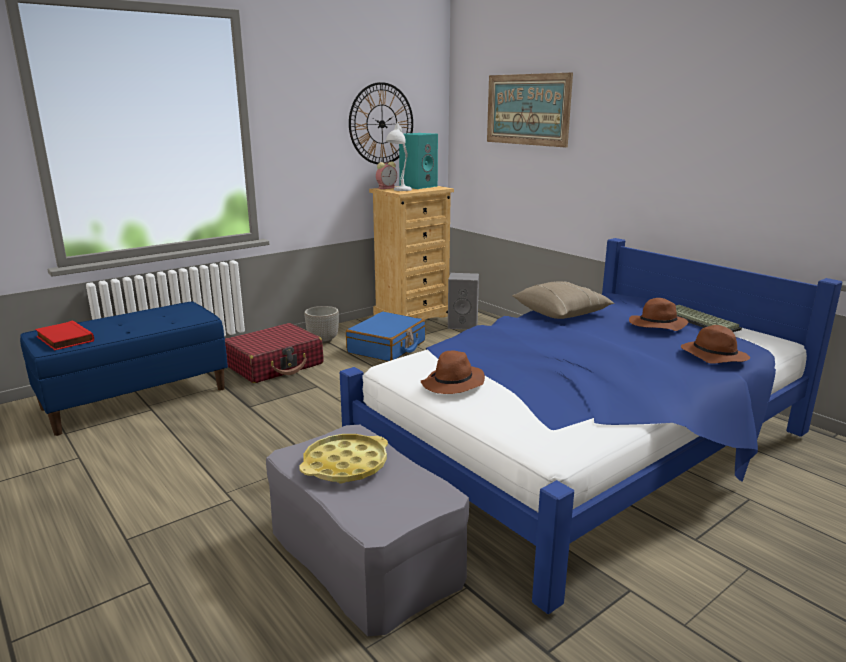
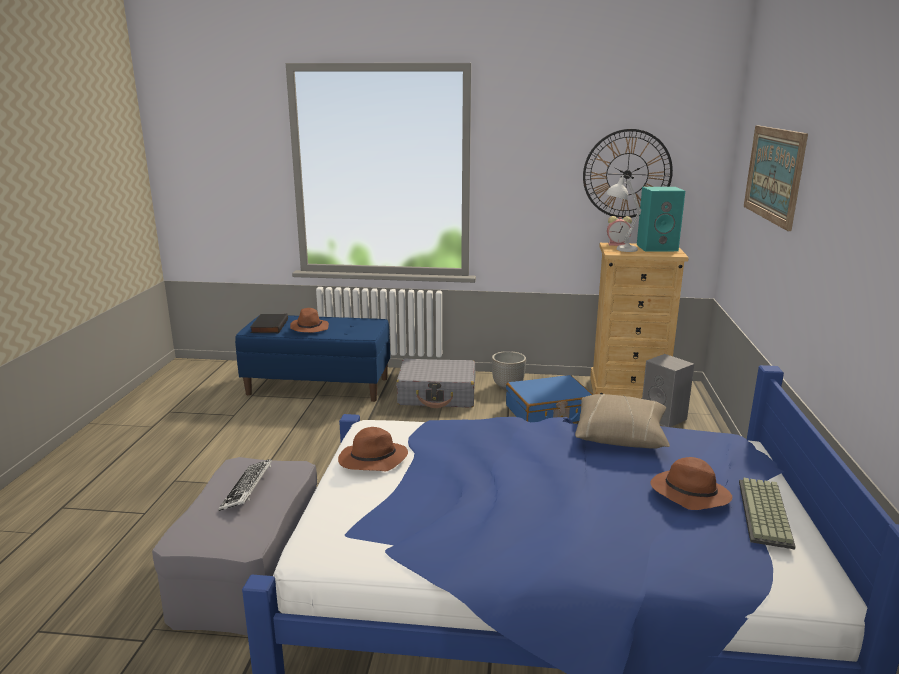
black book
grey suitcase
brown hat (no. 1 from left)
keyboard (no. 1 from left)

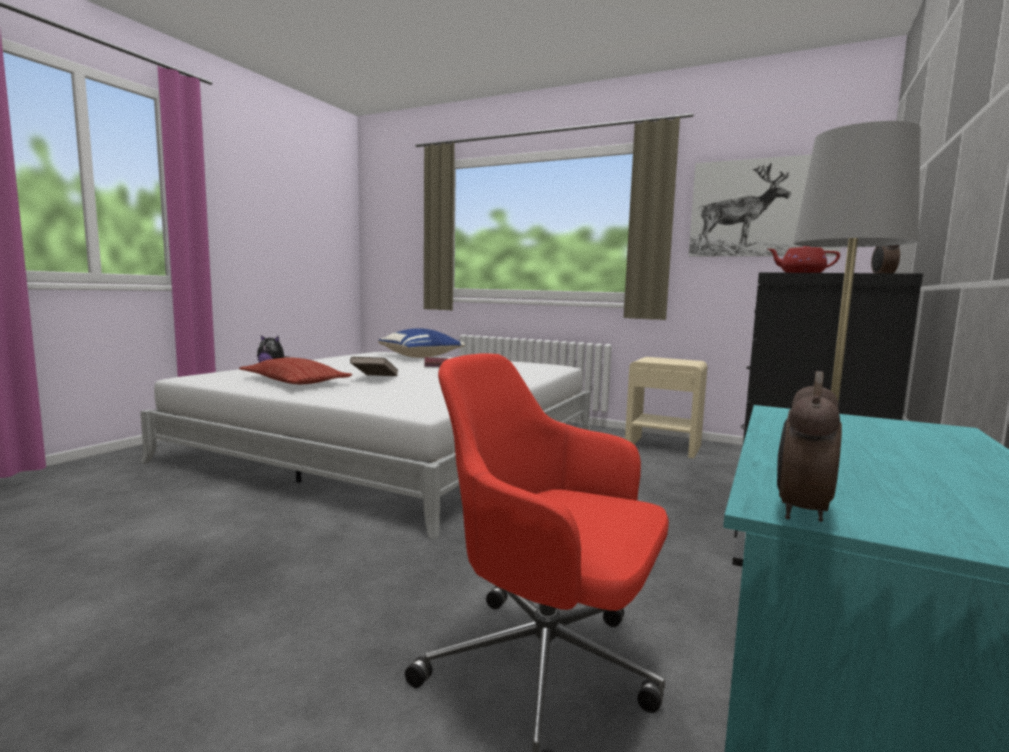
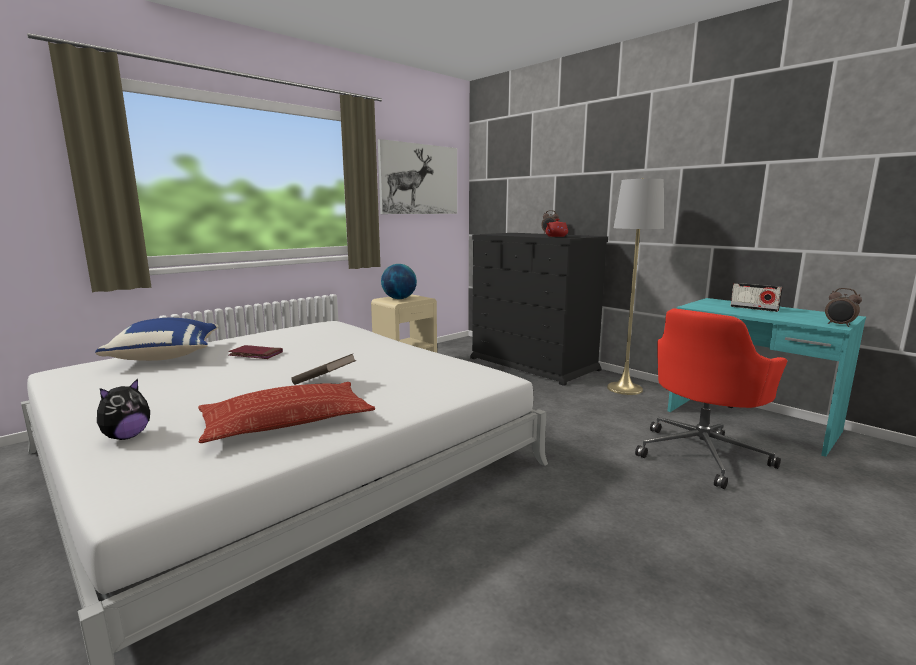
globe
radio

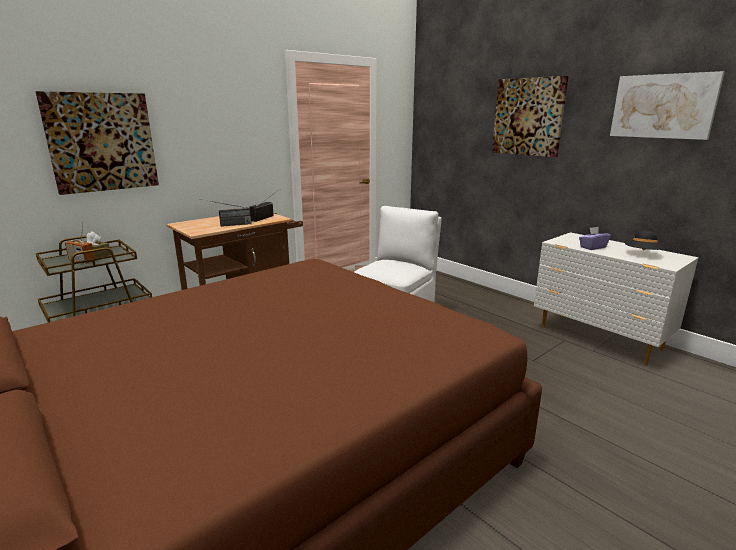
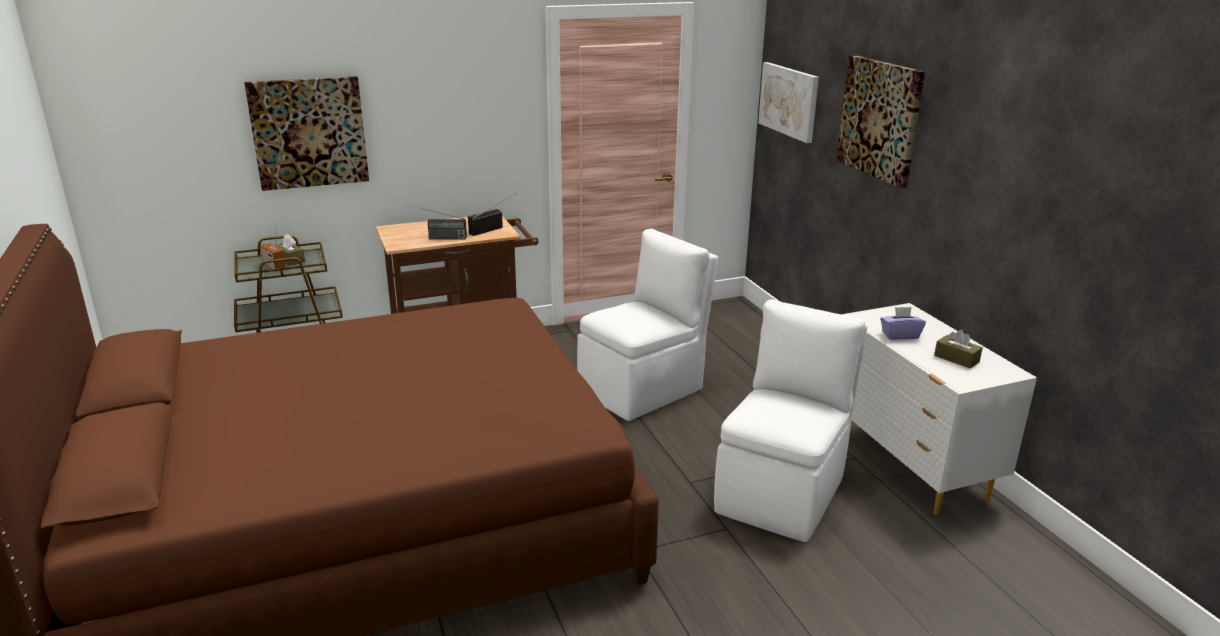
picture (no. 2 from left)
brown tissue box (no. 2 from left)
white chair (no. 2 from left)

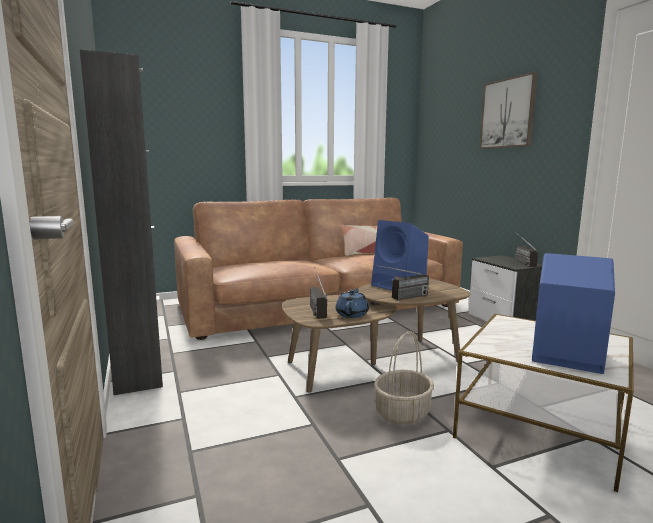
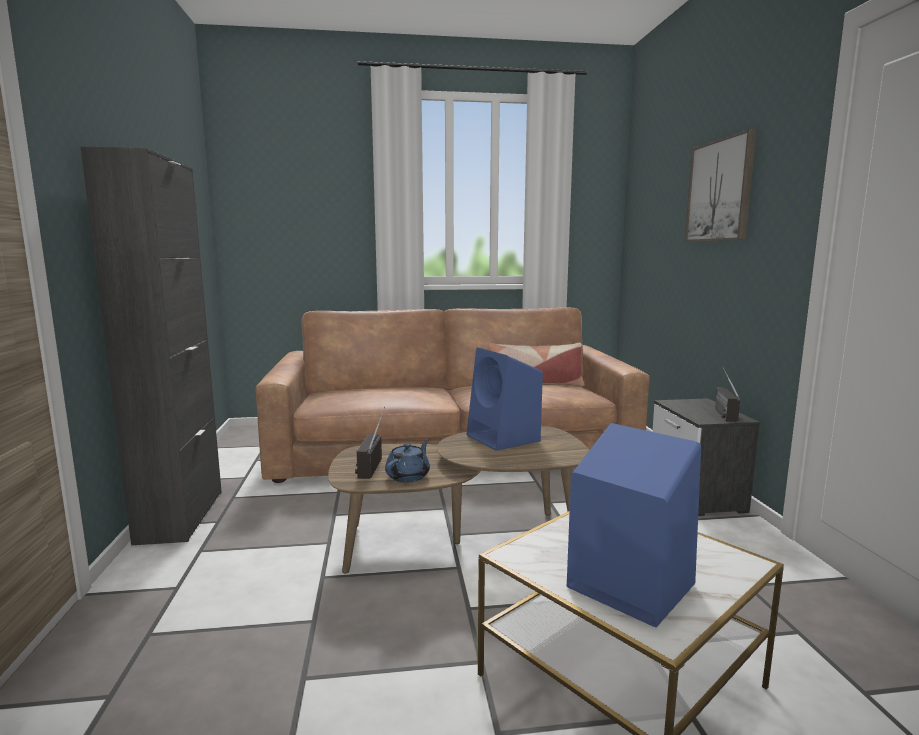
radio (no. 2 from left in the first image)
basket

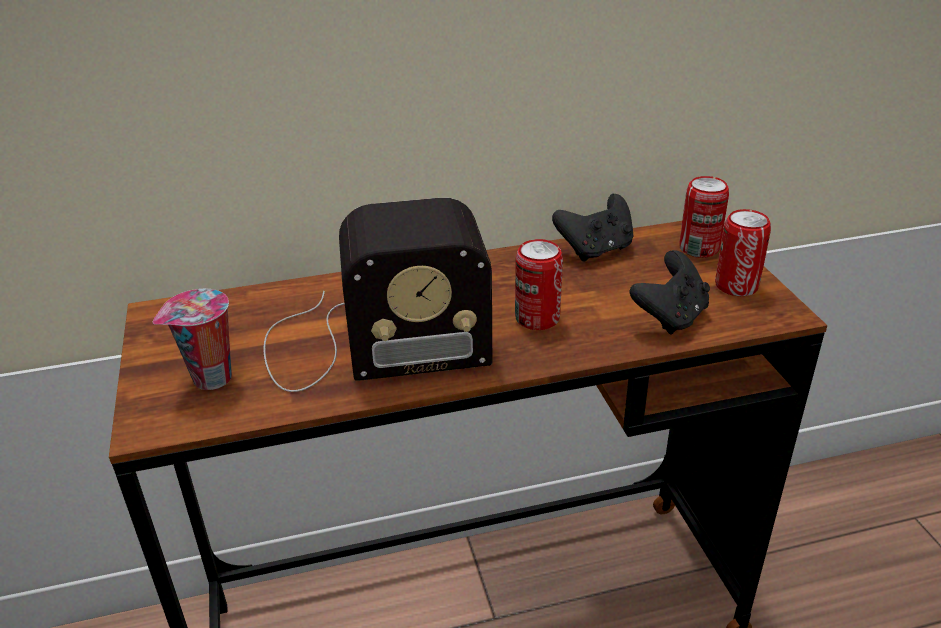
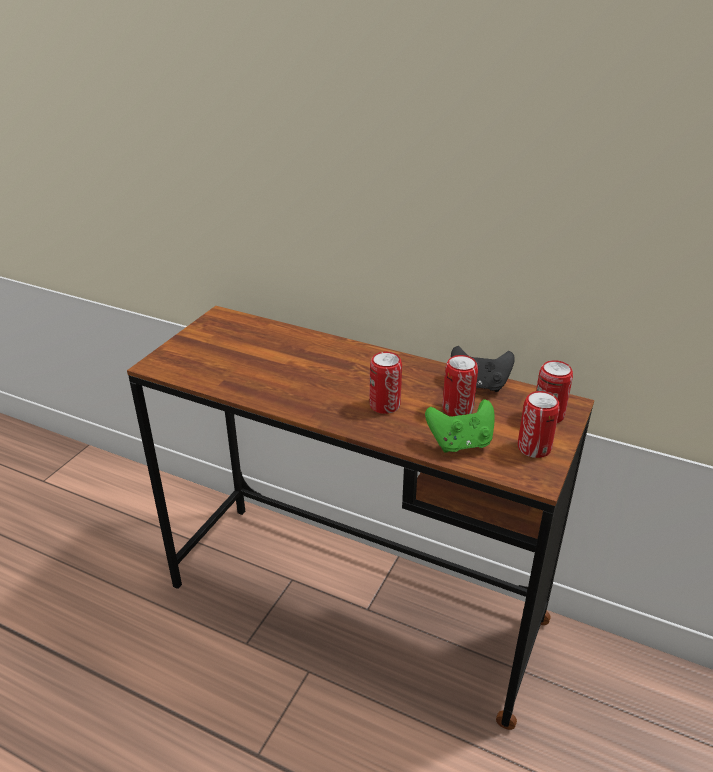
radio
green game controller
cup
can (no. 2 from left)

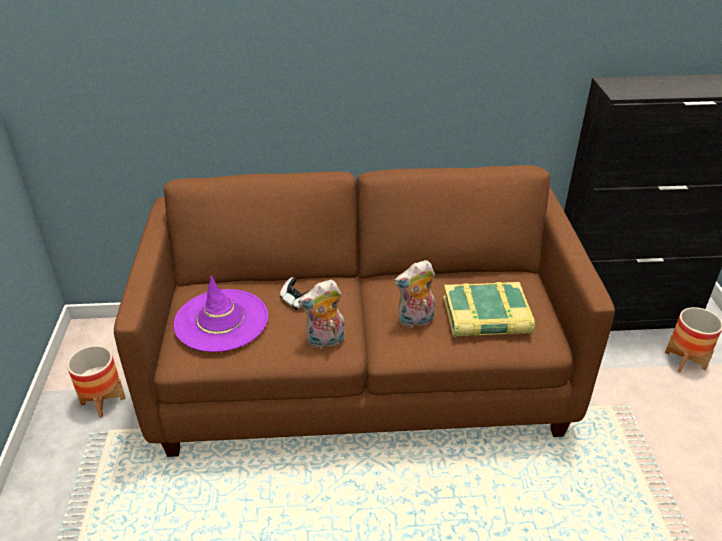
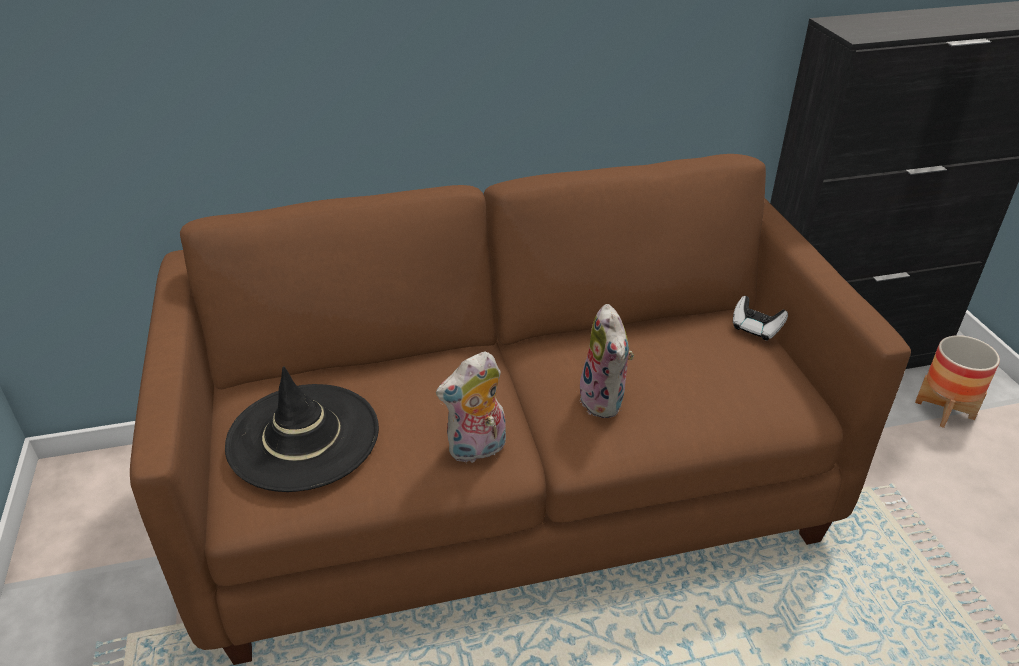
plush toy (no. 2 from left)
black hat
game controller
book
planter (no. 1 from left in the first image)

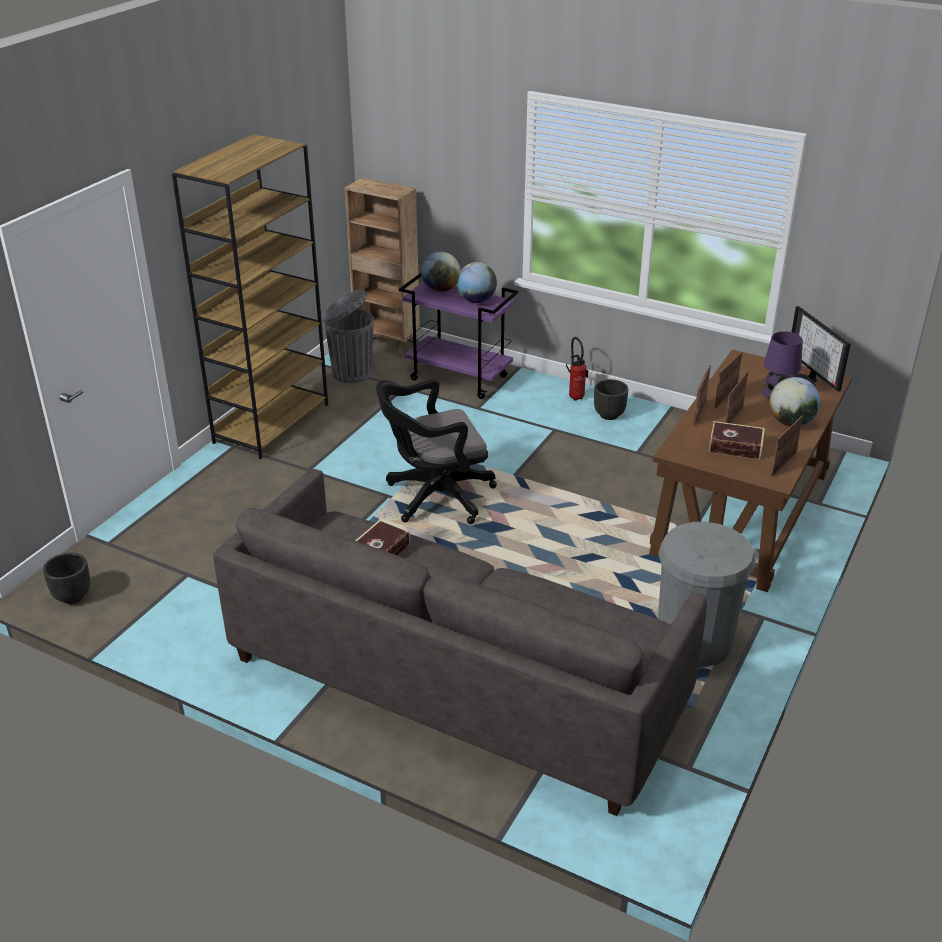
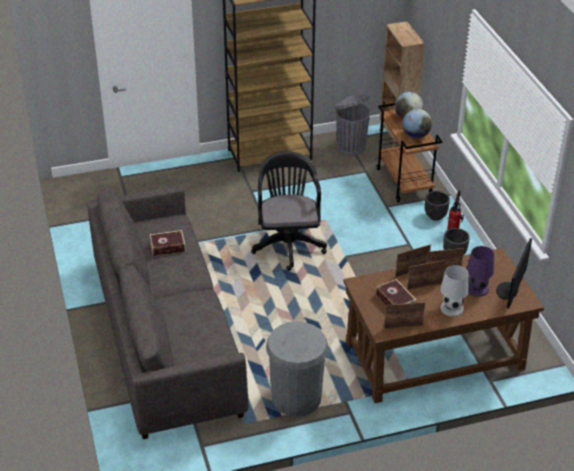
brown cart
white table lamp
black office chair
black planter (no. 1 from left)

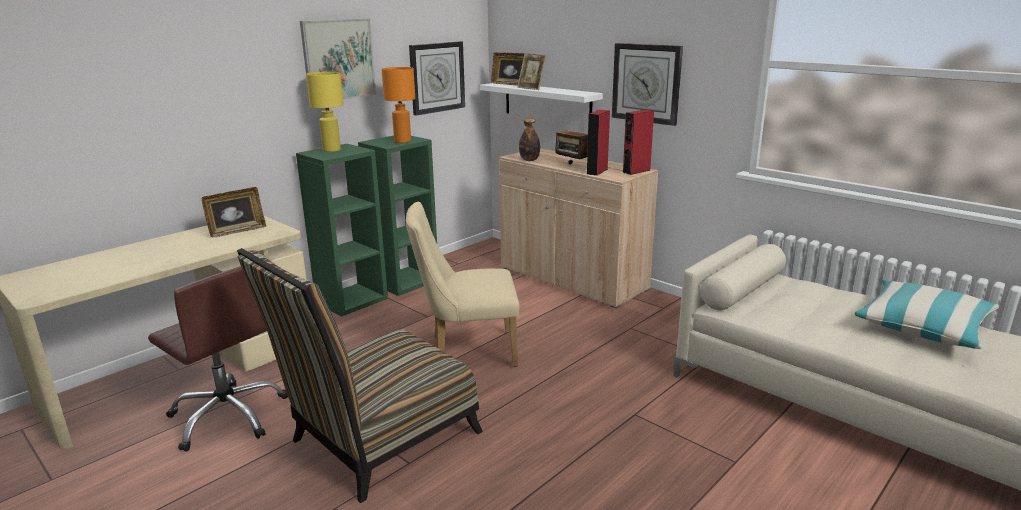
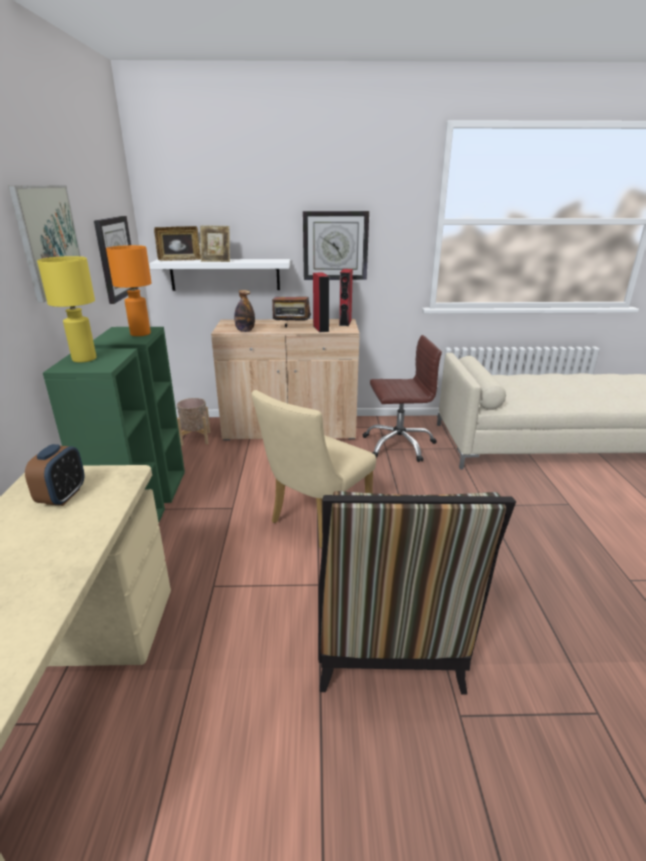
alarm clock
brown office chair
pillow
beige planter

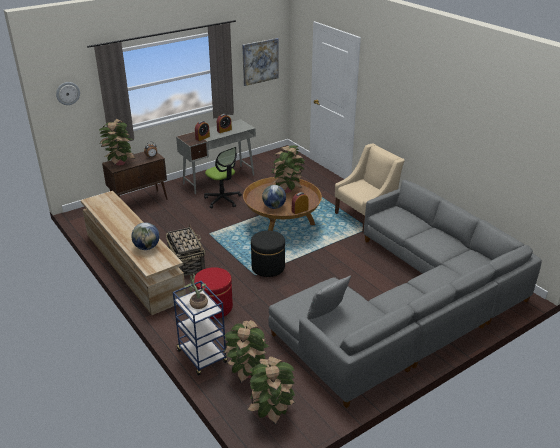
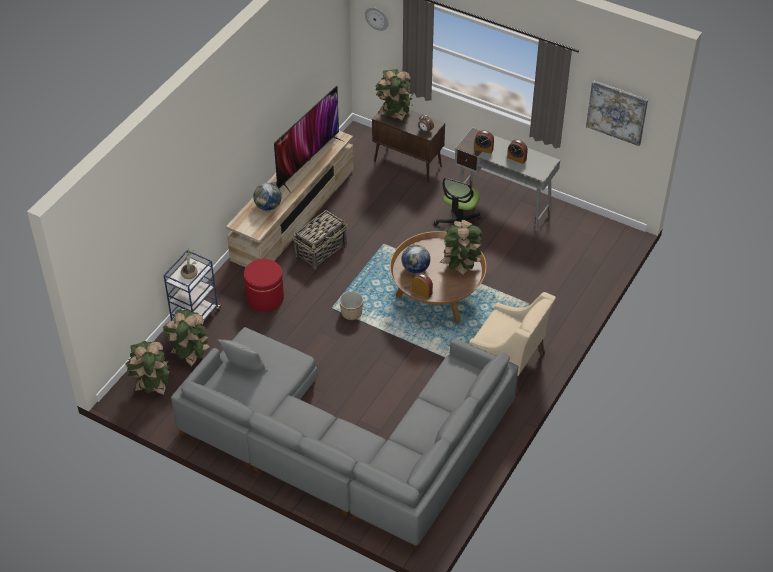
planter
television

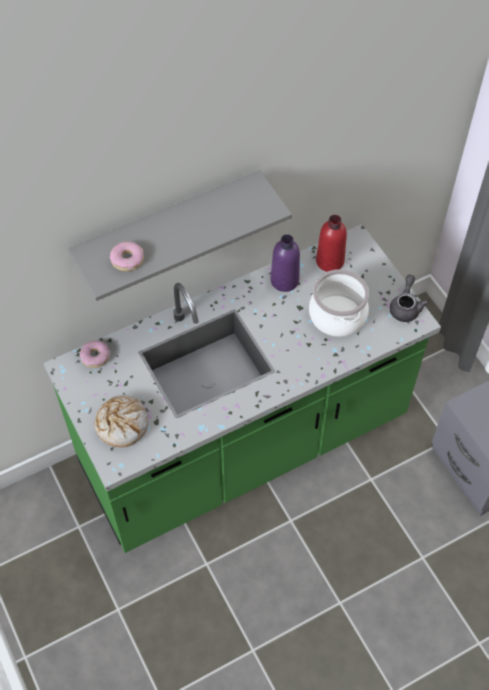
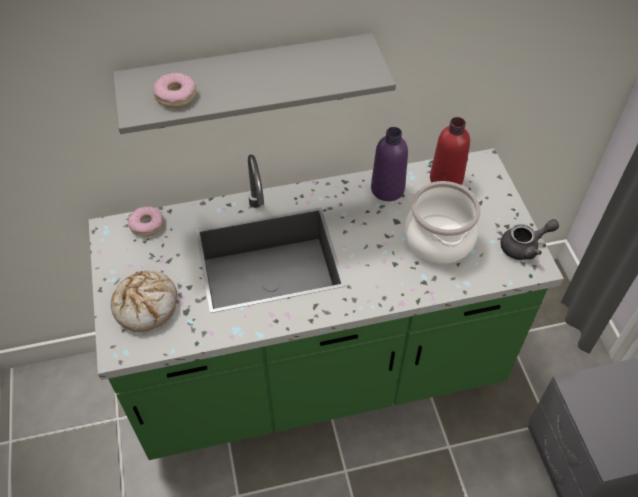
grey teapot

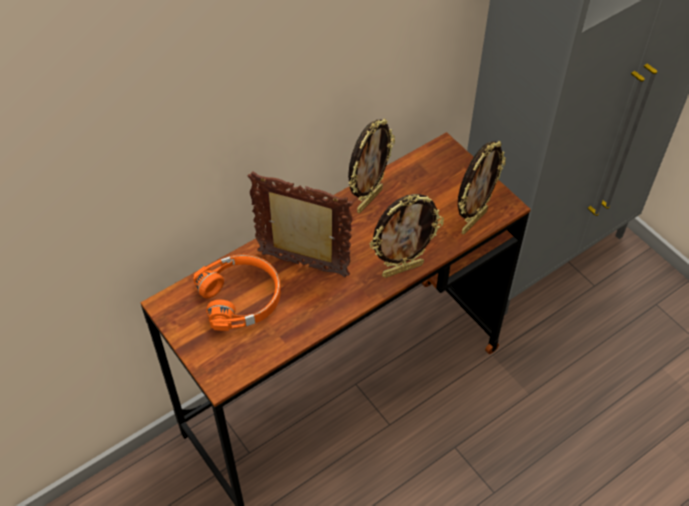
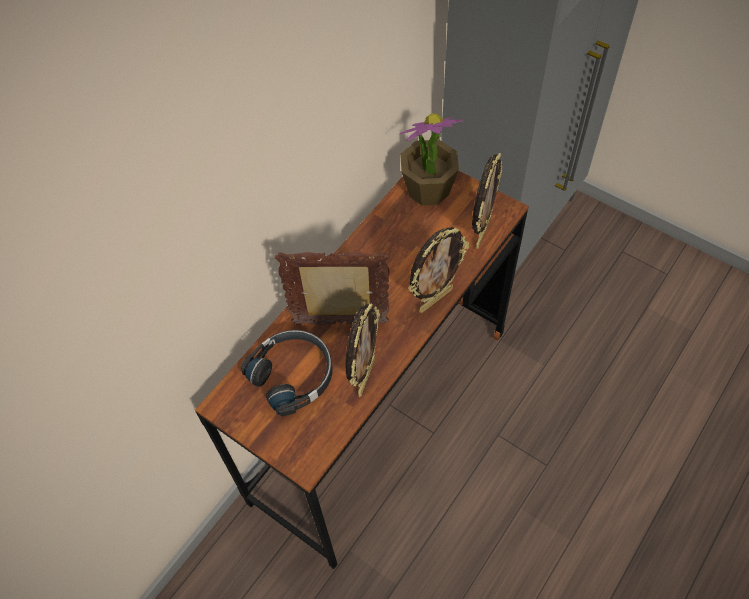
picture frame (no. 2 from left)
black headphones
potted plant

